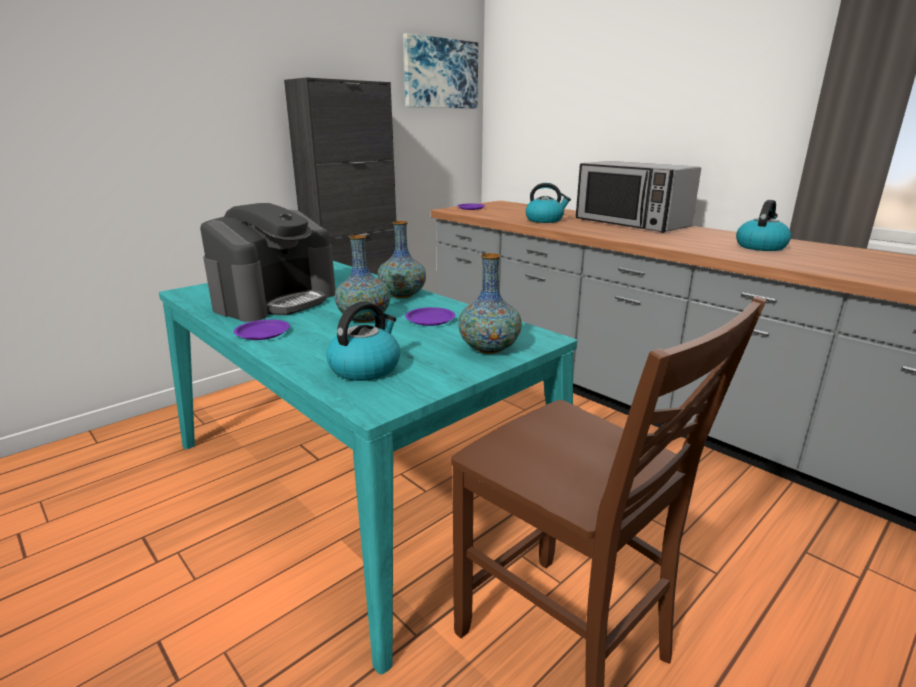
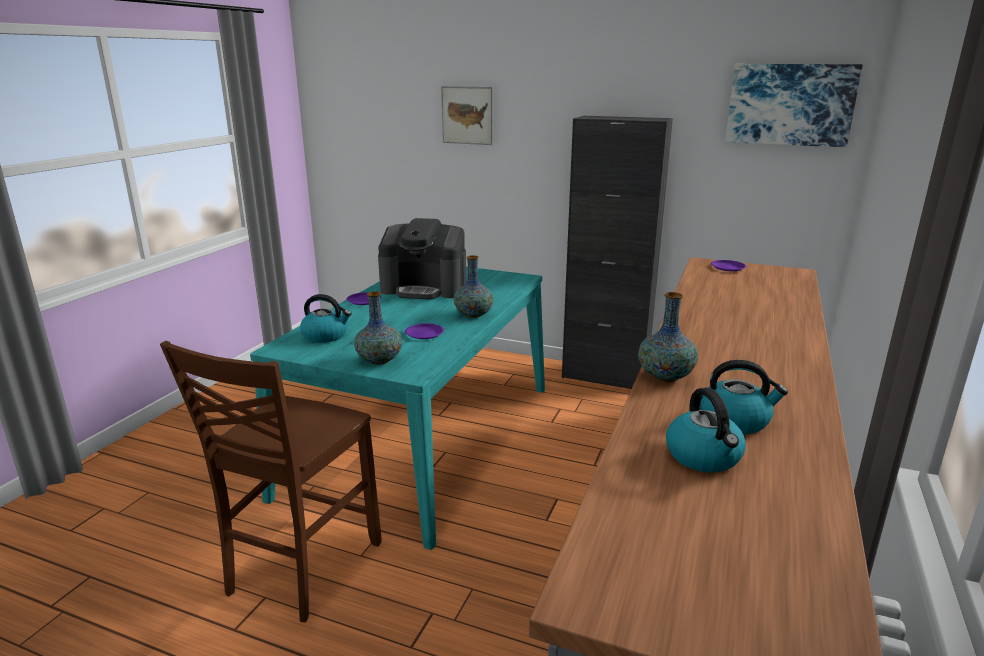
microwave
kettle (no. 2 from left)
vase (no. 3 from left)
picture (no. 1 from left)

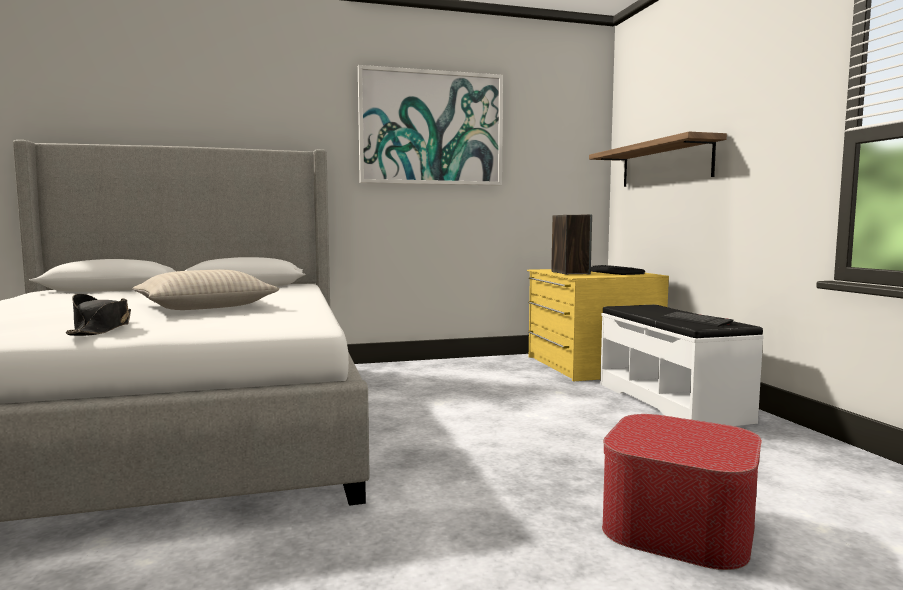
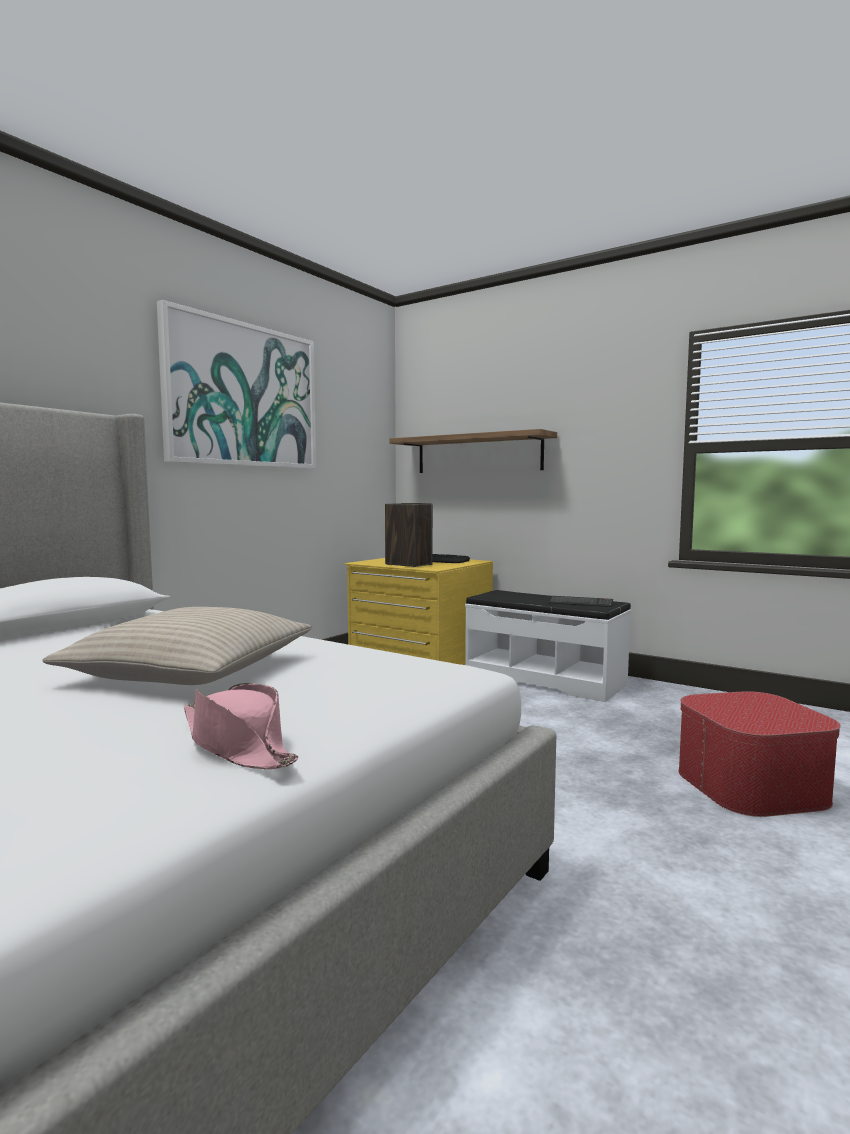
pink hat

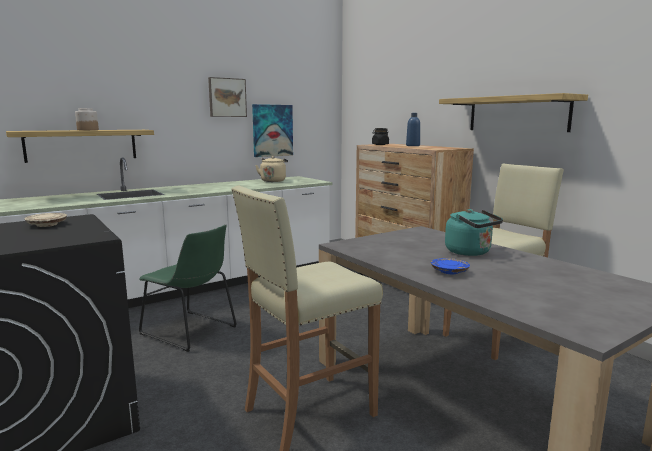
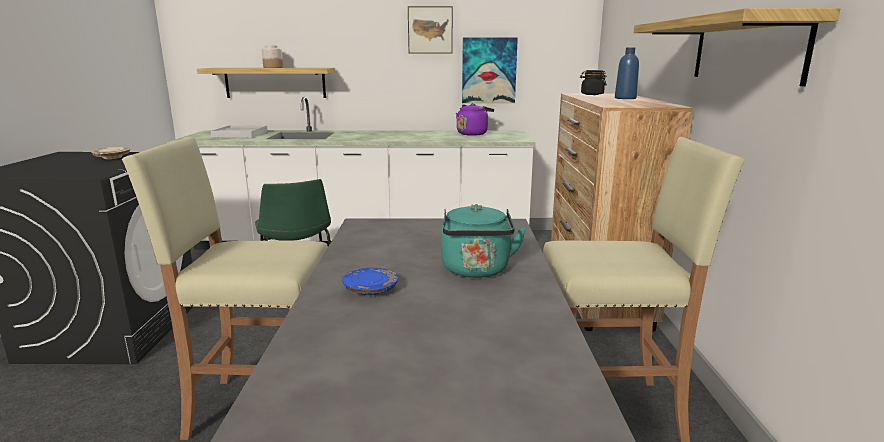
purple kettle
white tray

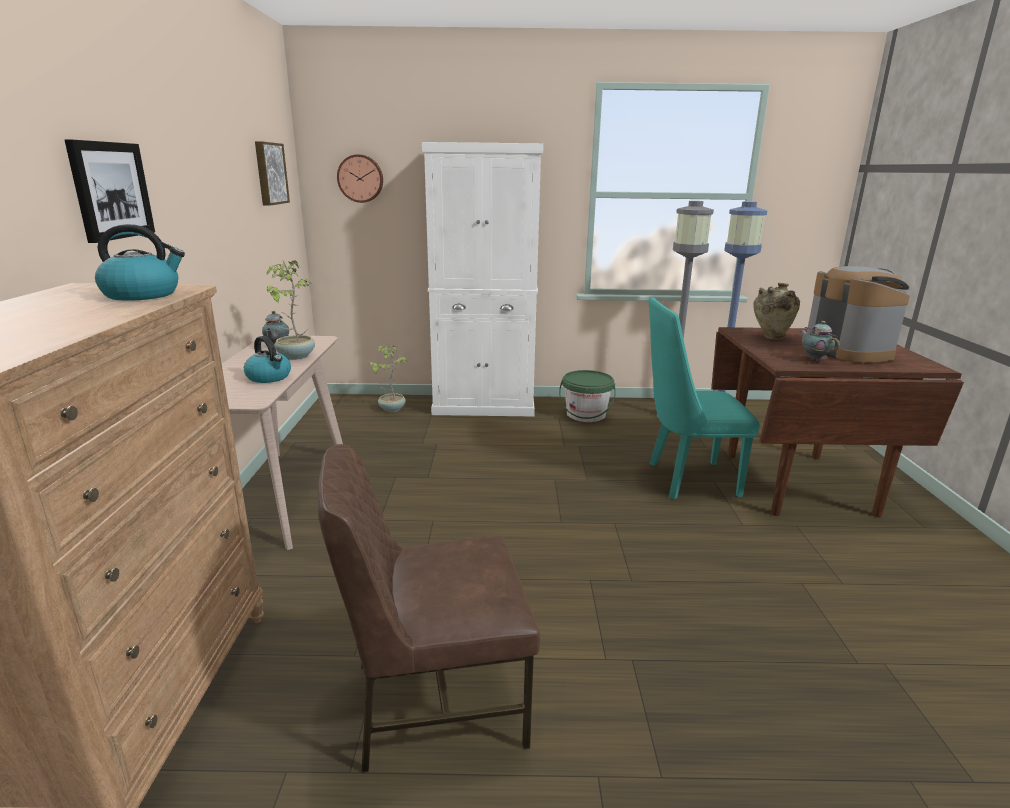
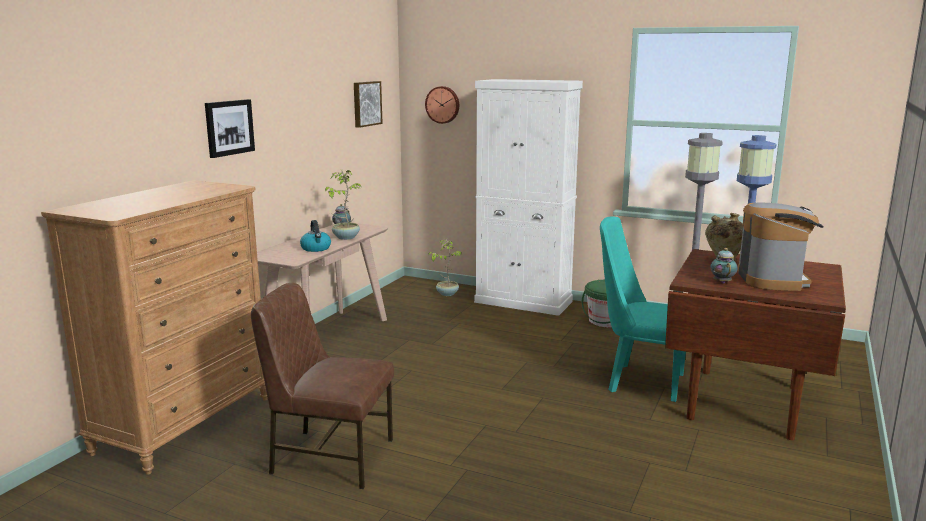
kettle (no. 1 from left in the first image)

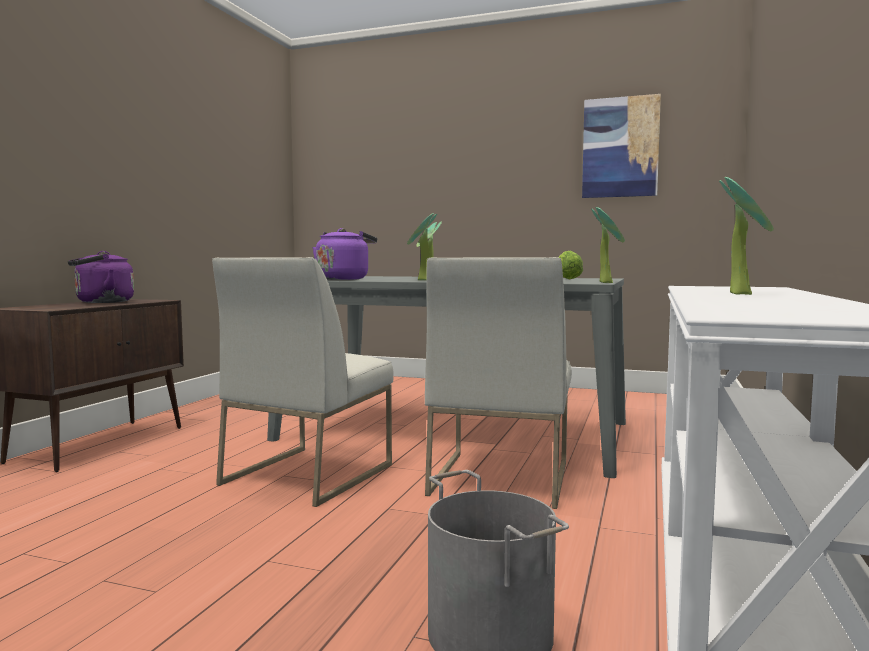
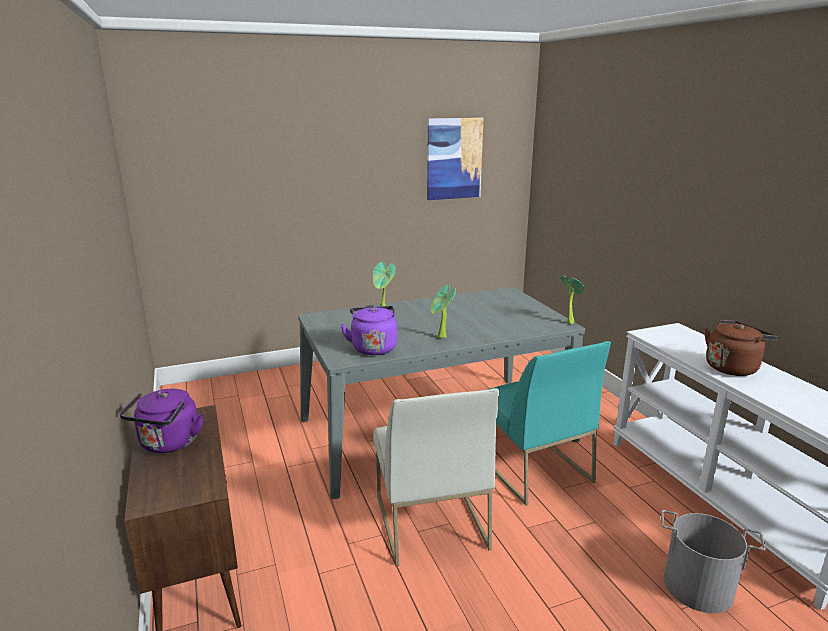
brown kettle
lettuce
turquoise chair

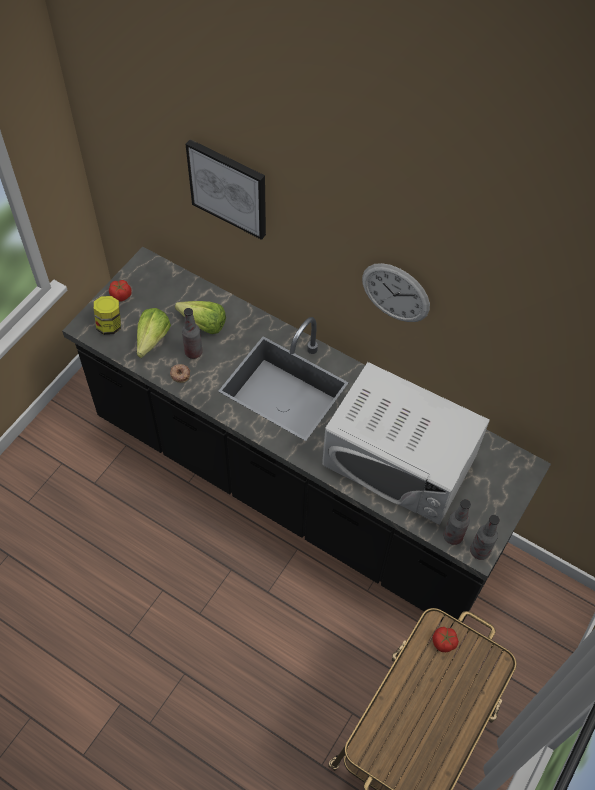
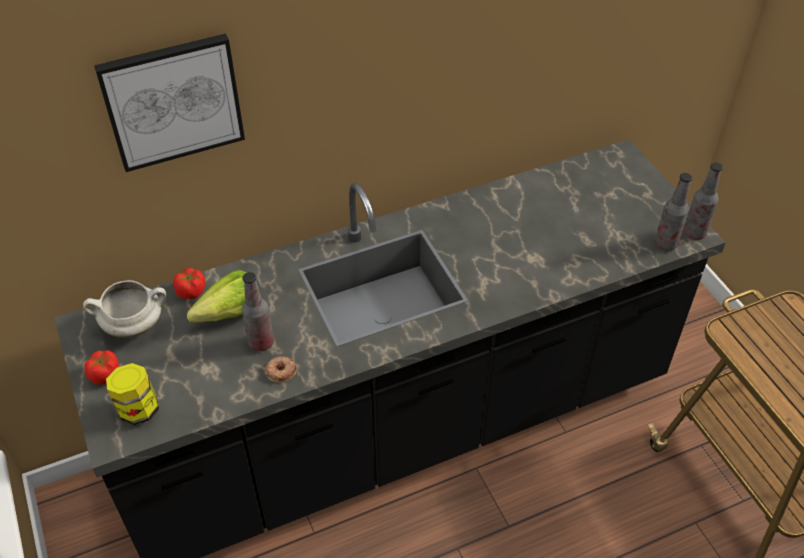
wall clock
lettuce (no. 1 from left in the first image)
white microwave
tomato (no. 2 from left)
white cooking pot

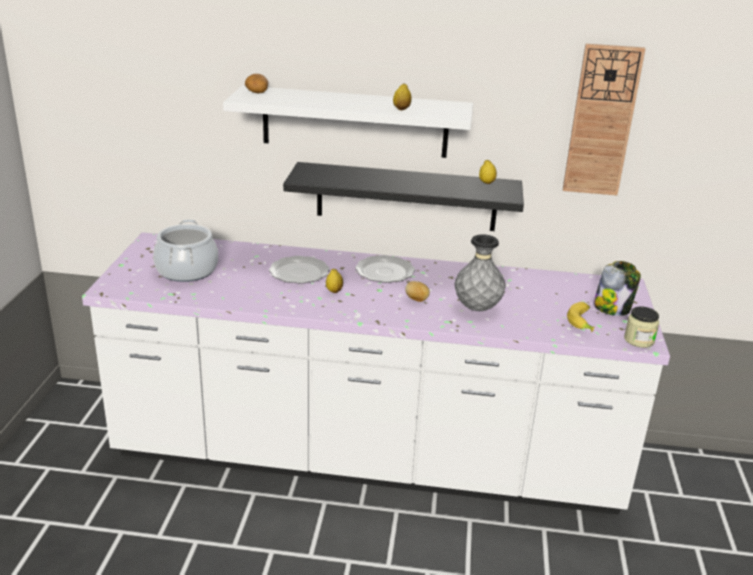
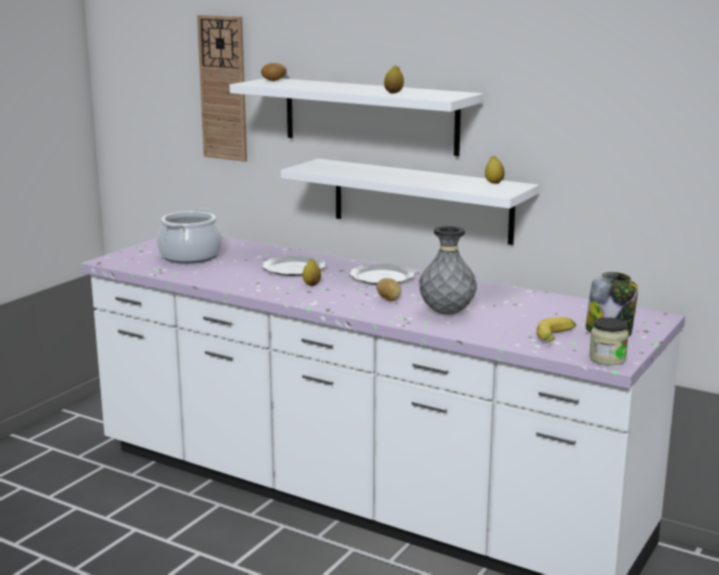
wall clock
white shelf (no. 2 from left)

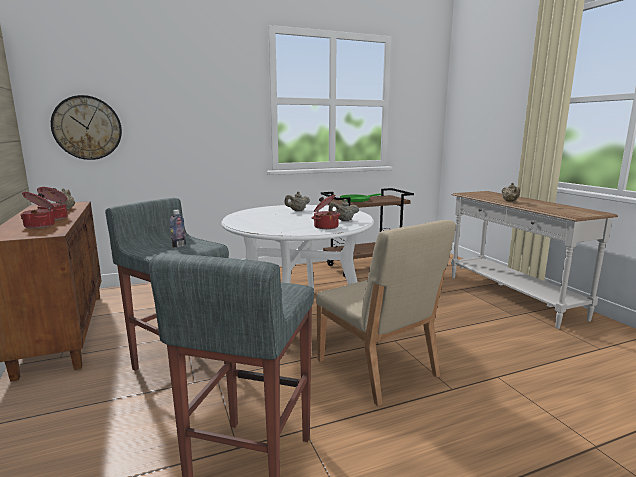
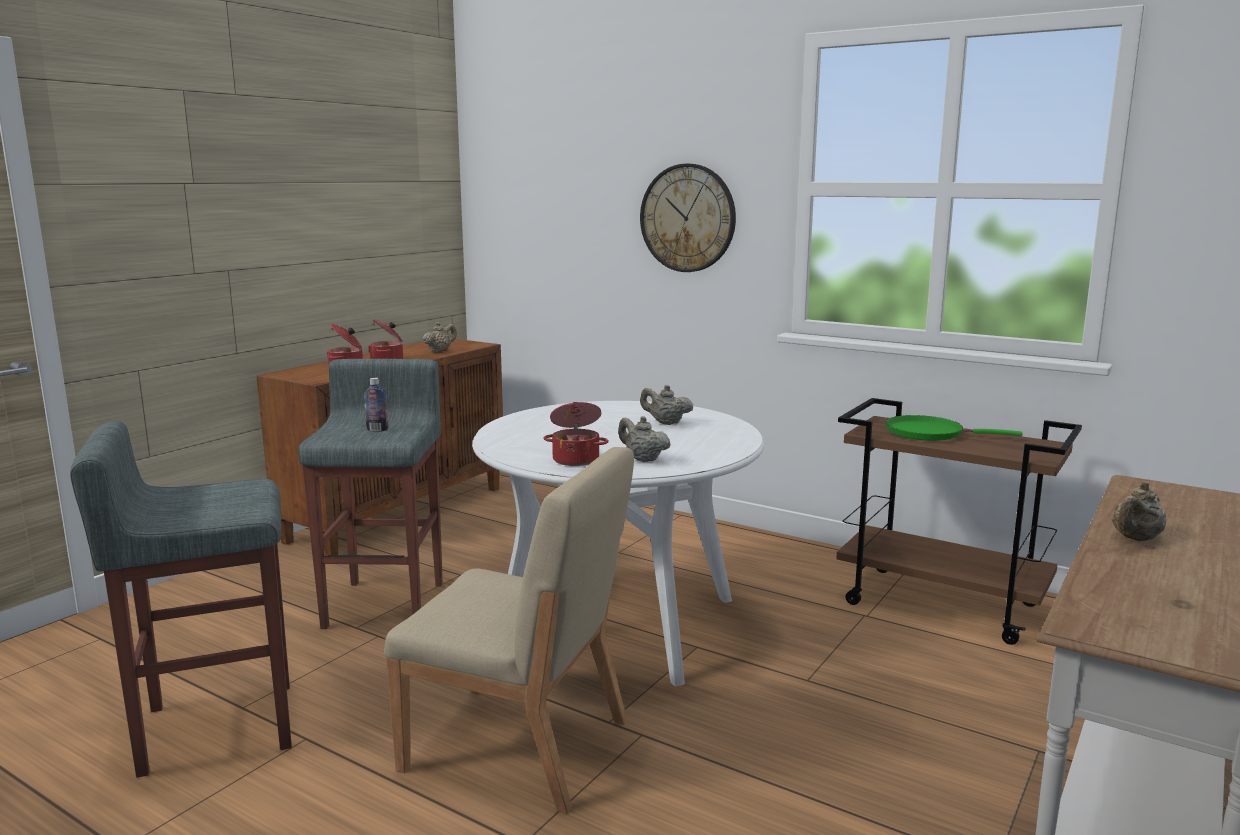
wall clock
beige chair

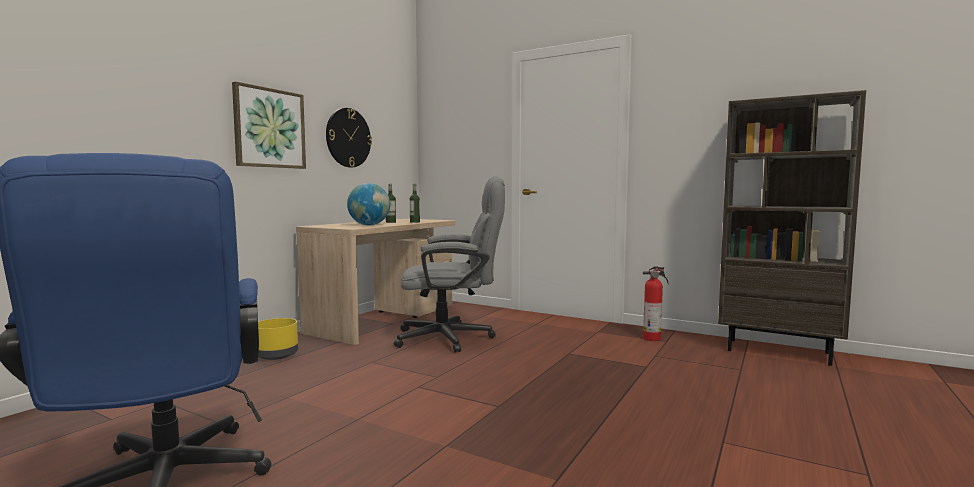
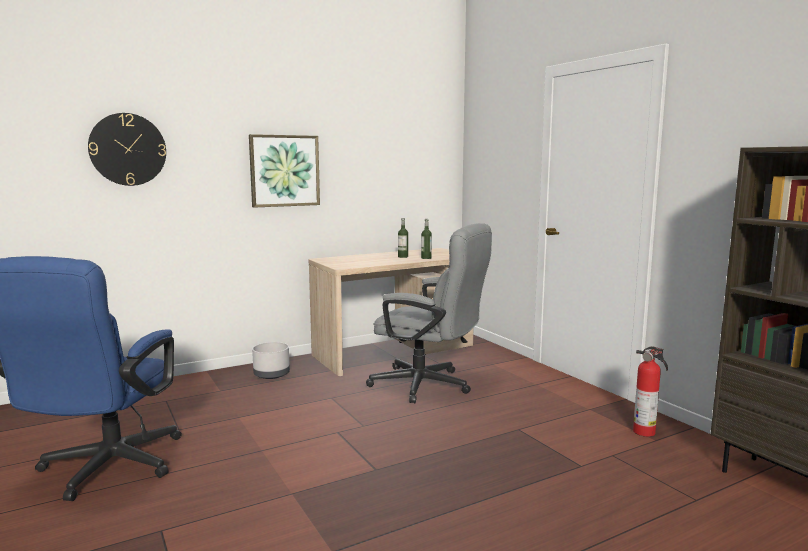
wall clock
globe
grey planter

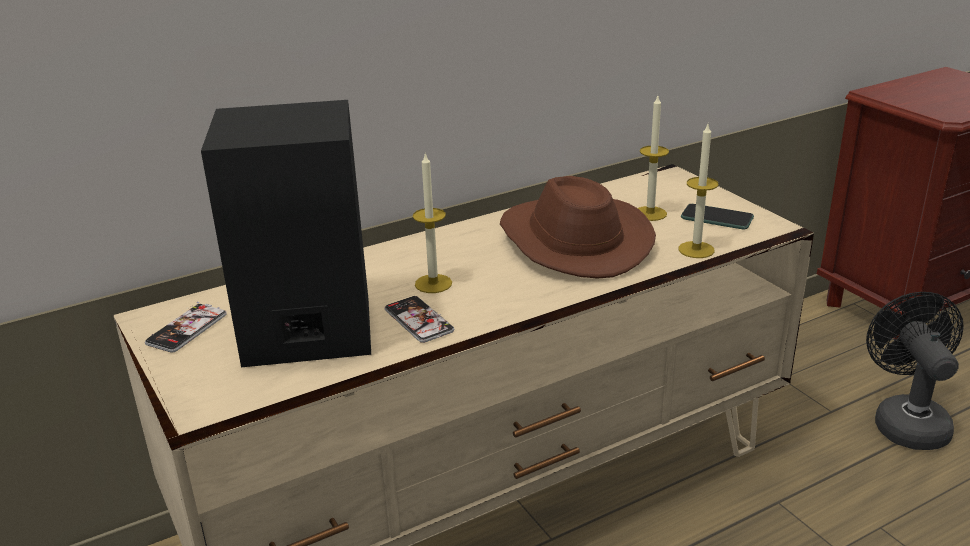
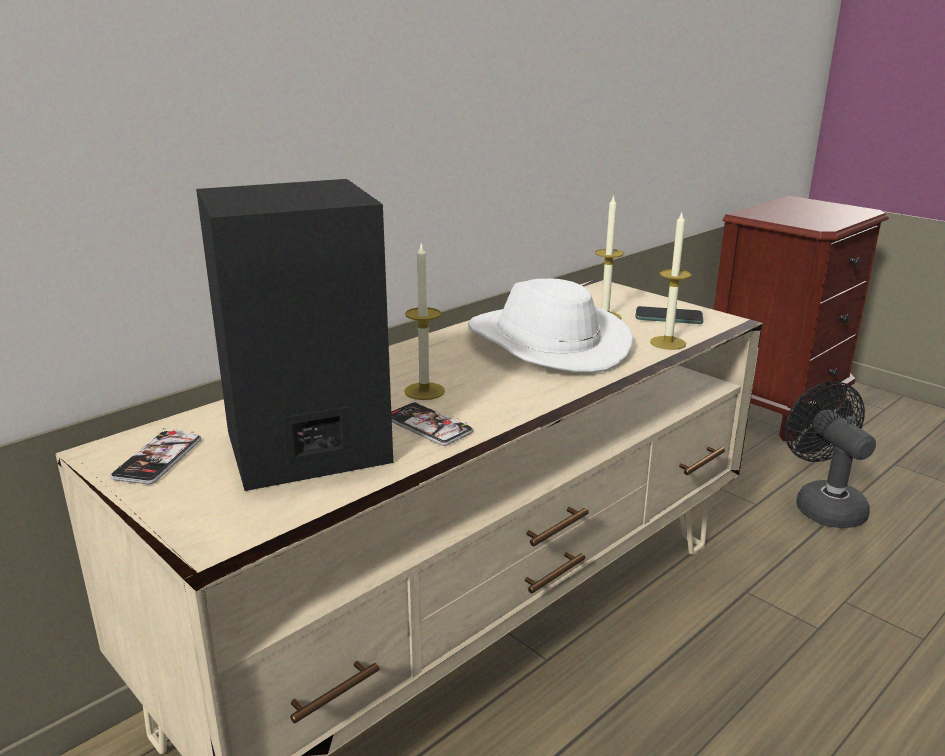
white hat

